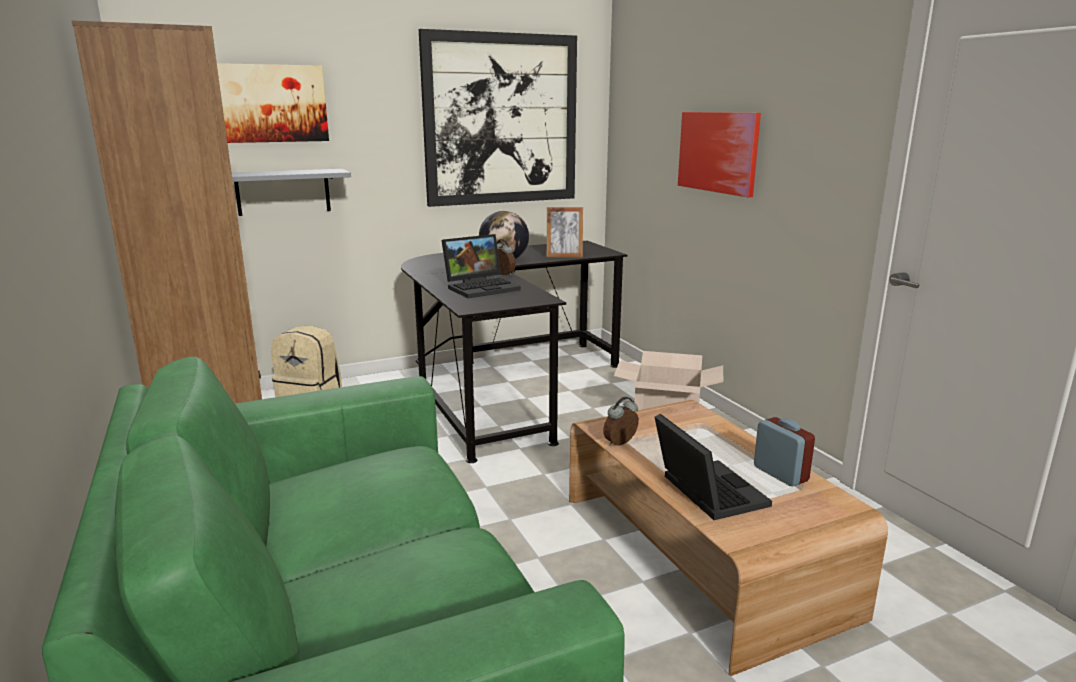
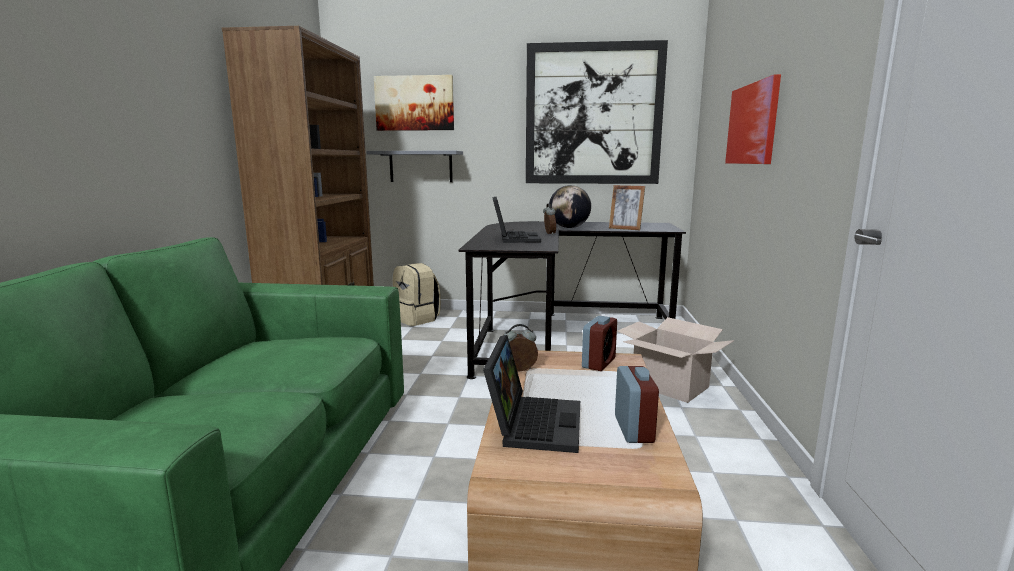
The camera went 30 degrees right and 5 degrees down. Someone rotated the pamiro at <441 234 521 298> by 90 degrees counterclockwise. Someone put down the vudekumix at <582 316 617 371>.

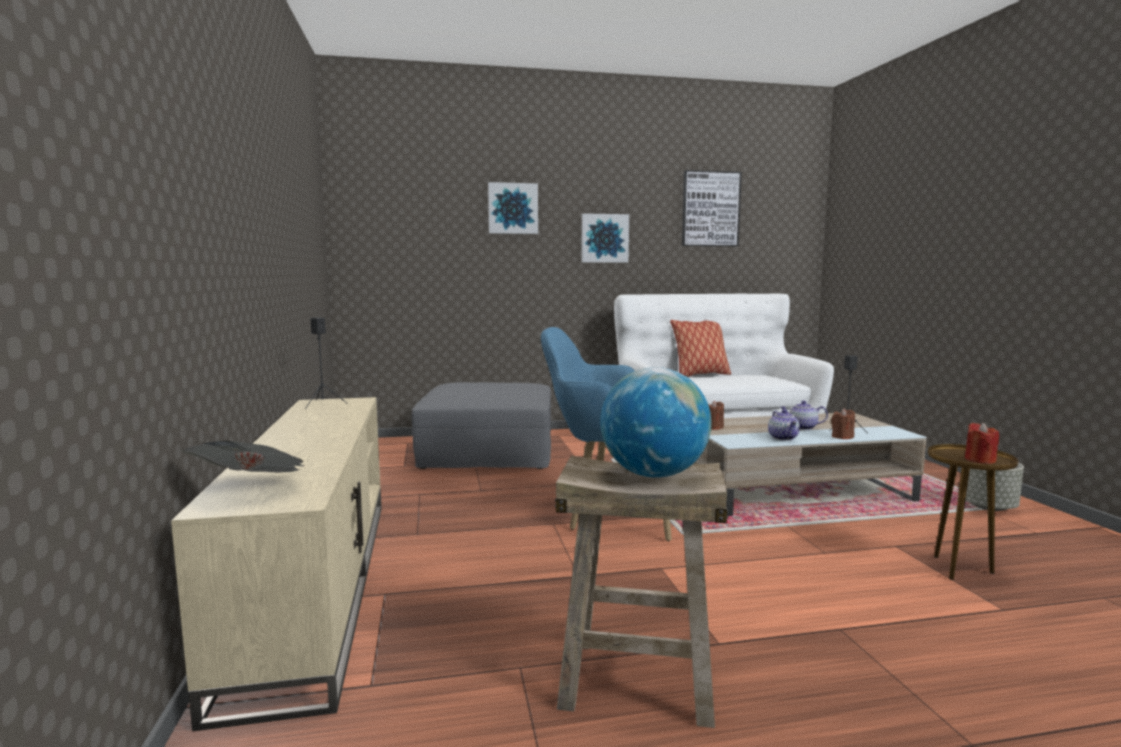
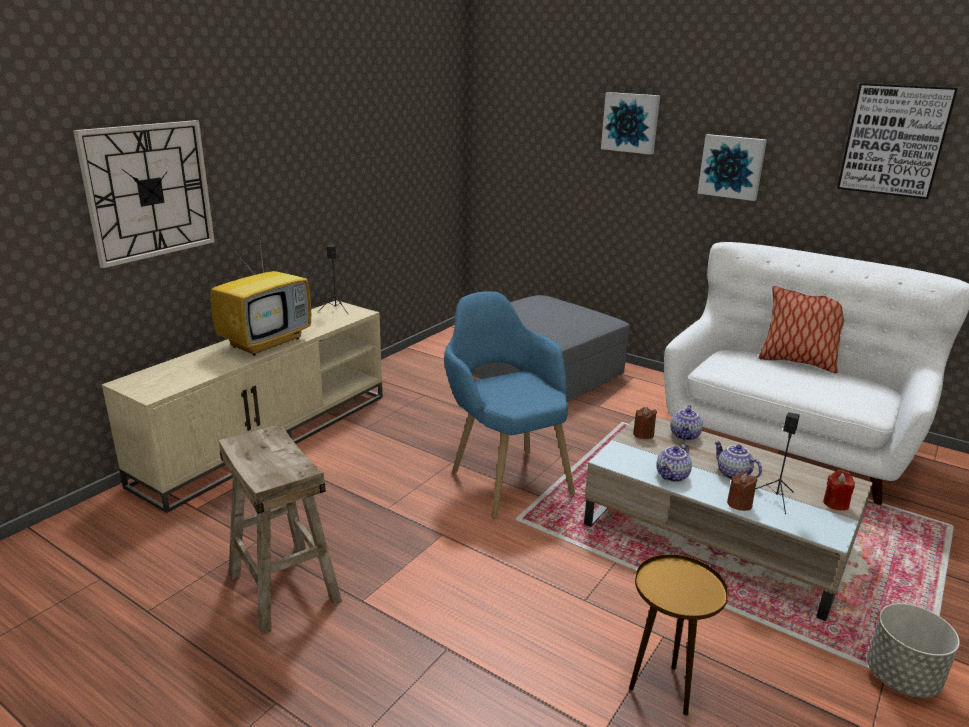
The camera went 45 degrees right and 15 degrees up. Someone took away the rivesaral at <181 441 305 472>. Someone took away the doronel at <600 367 712 478>. Someone carried the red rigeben from <965 423 999 464> to <823 470 855 510>. Someone put up the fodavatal at <73 120 215 268>. Someone put down the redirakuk at <210 225 311 356>. Someone put down the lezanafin at <670 405 703 441>.

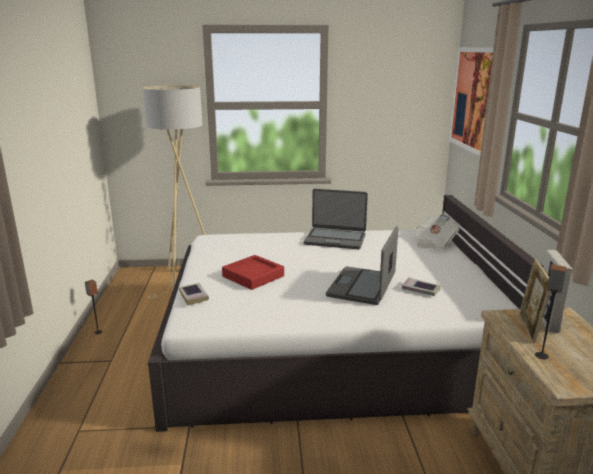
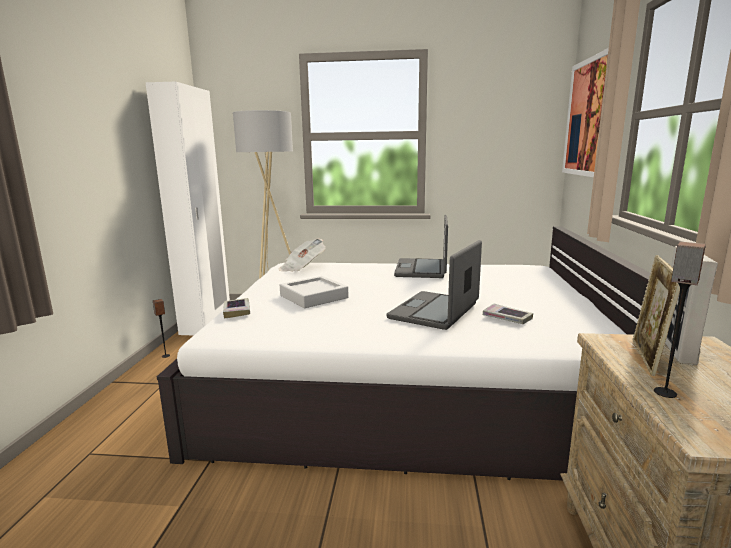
The camera went 10 degrees right and 5 degrees down. Someone repainted the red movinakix at <222 255 284 290>, which became the grey movinakix at <280 276 348 308>. Someone rotated the pamiro at <303 189 368 249> by 75 degrees clockwise. Someone carried the rivesaral from <416 214 459 249> to <279 238 326 272>. Someone put down the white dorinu at <145 82 230 335>.

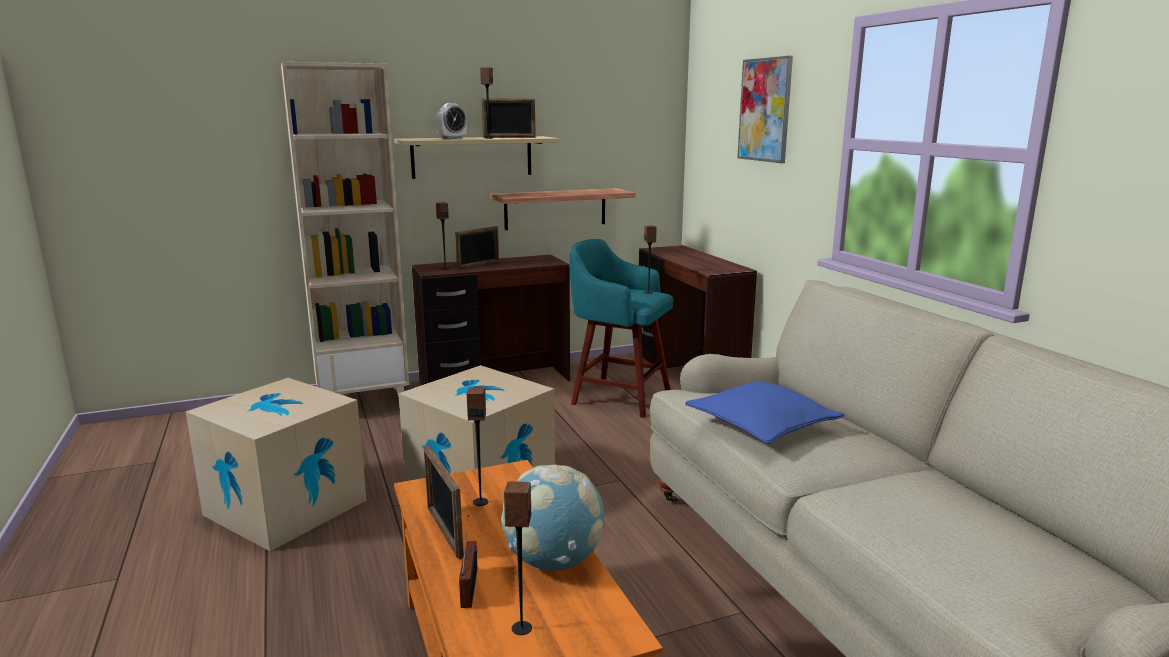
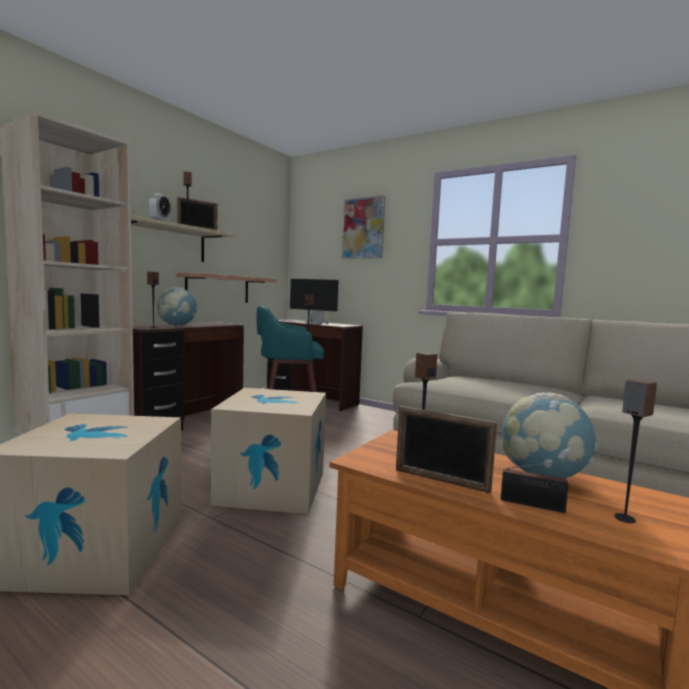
The camera went 35 degrees left and 10 degrees down. Someone swapped the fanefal at <455 226 499 270> for the doronel at <157 287 197 326>. Someone rotated the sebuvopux at <459 515 477 608> by 150 degrees clockwise. Someone took away the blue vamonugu at <685 381 845 444>. Someone put down the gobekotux at <286 279 339 324>.

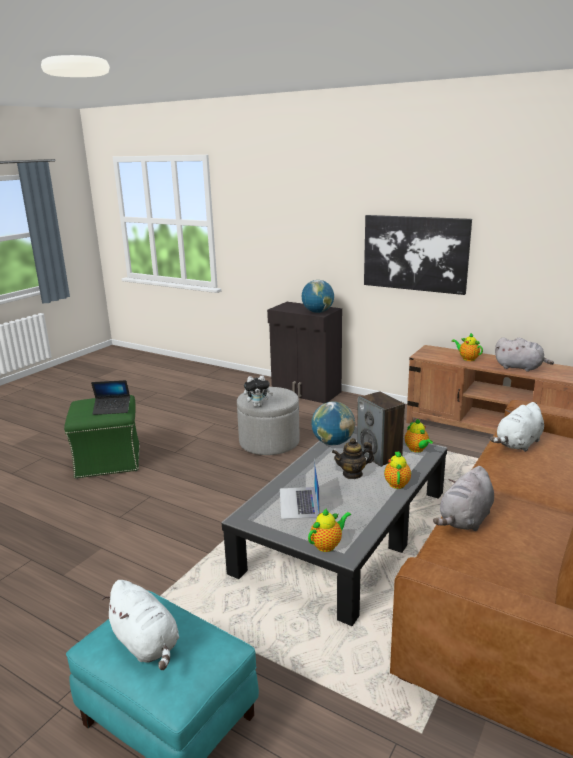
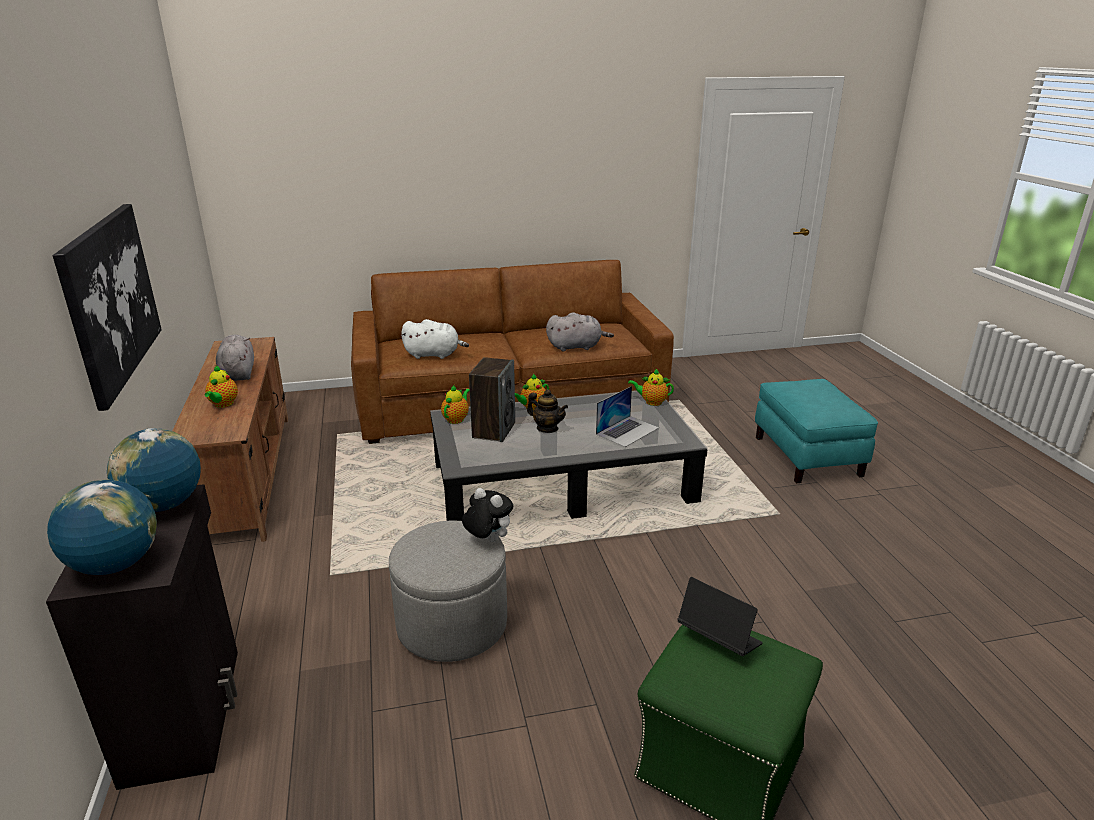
The camera went 135 degrees left and 5 degrees up. Someone took away the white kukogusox at <102 580 179 670>. Someone carried the doronel from <311 401 355 445> to <47 480 157 575>.

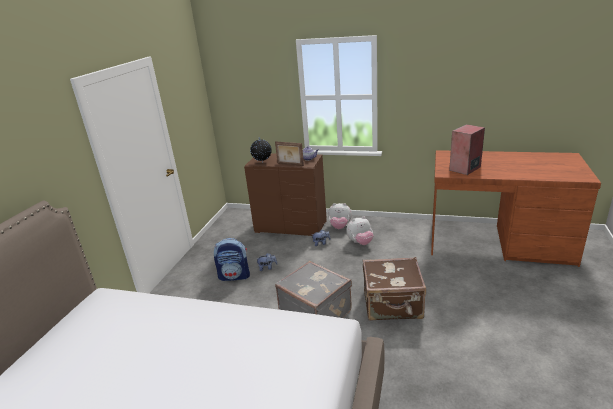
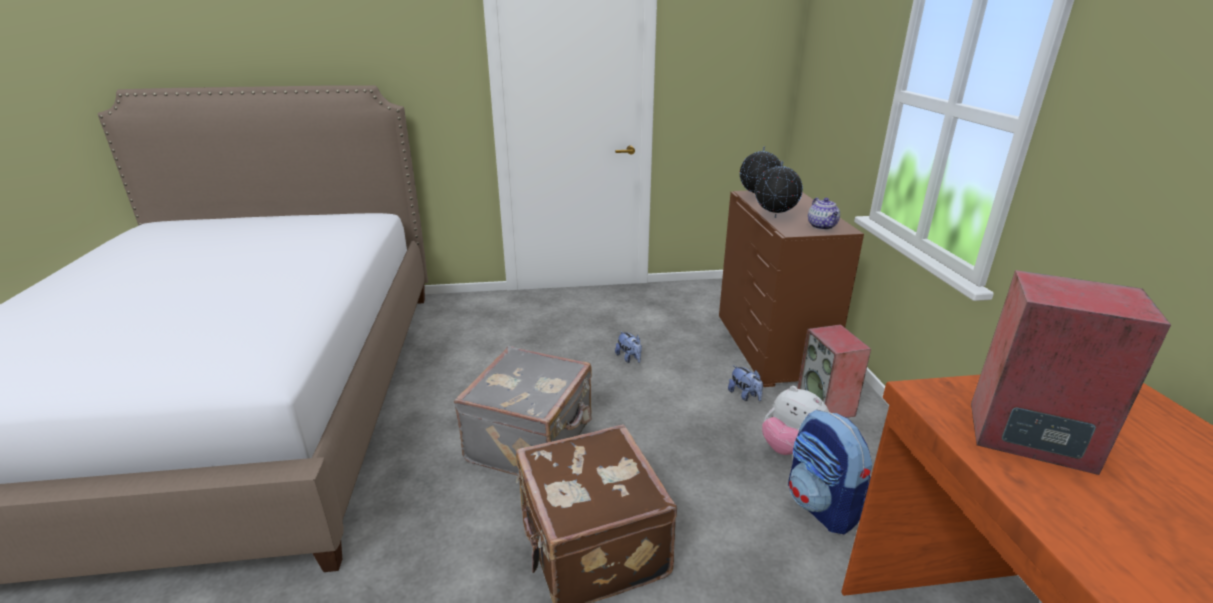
The camera went 65 degrees right and 0 degrees up. Someone carried the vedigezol from <214 238 250 281> to <788 409 872 534>. Someone swapped the fanefal at <275 141 304 166> for the doronel at <755 161 803 218>. Someone swapped the kukogusox at <328 203 352 229> for the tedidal at <797 324 871 418>.

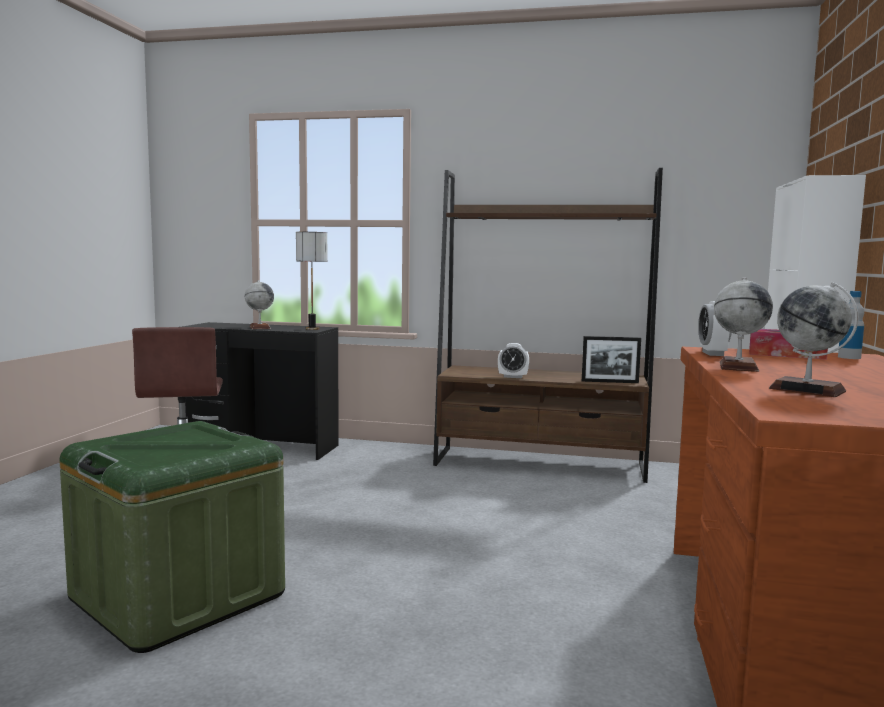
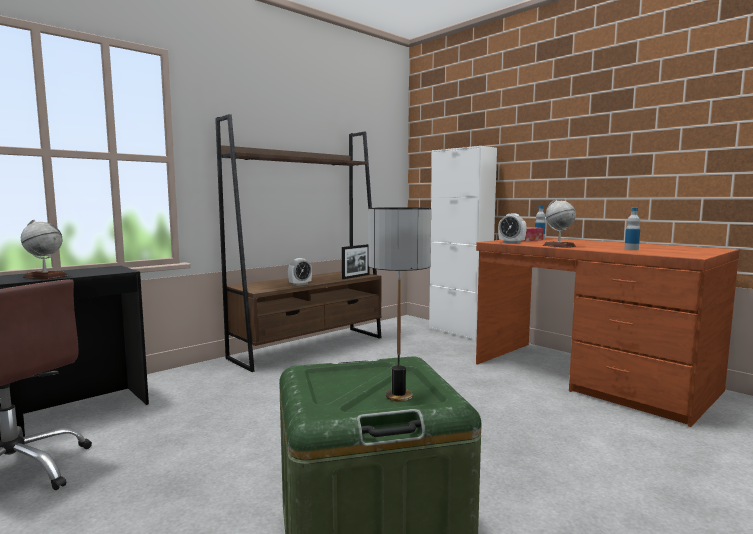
The camera went 55 degrees left and 0 degrees up. Someone carried the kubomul from <296 232 327 330> to <368 207 431 402>. Someone swapped the doronel at <769 282 859 397> for the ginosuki at <625 207 640 250>.

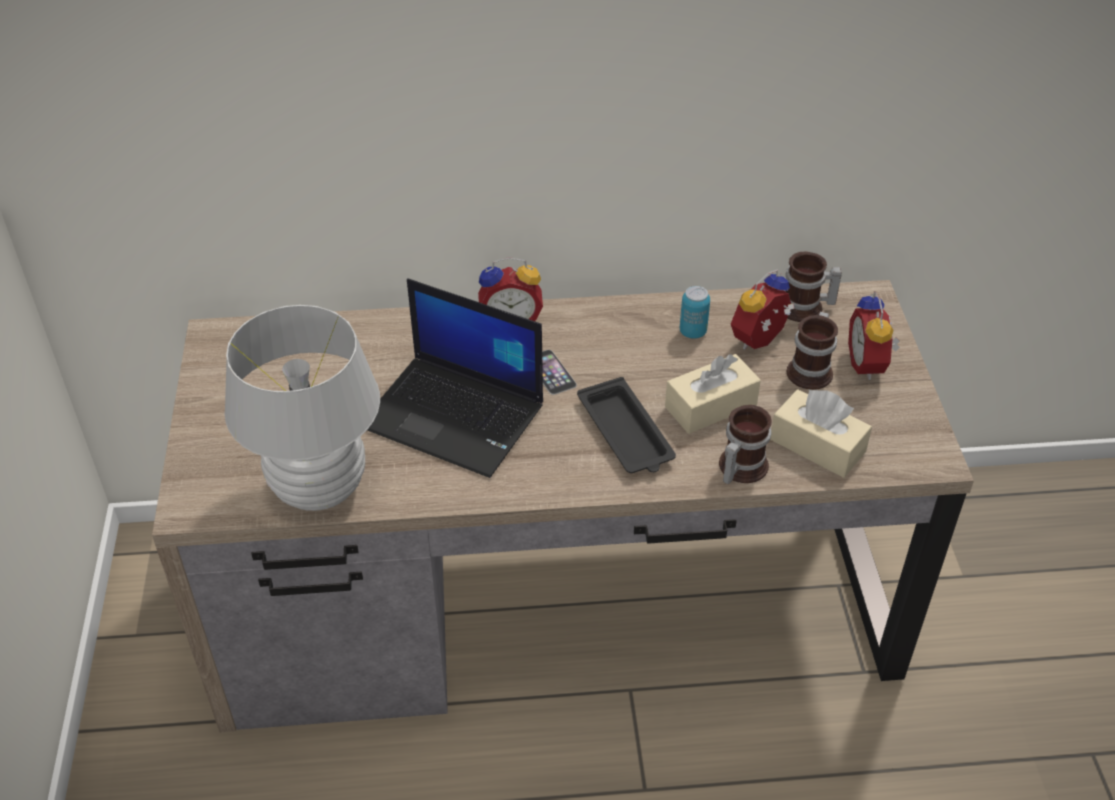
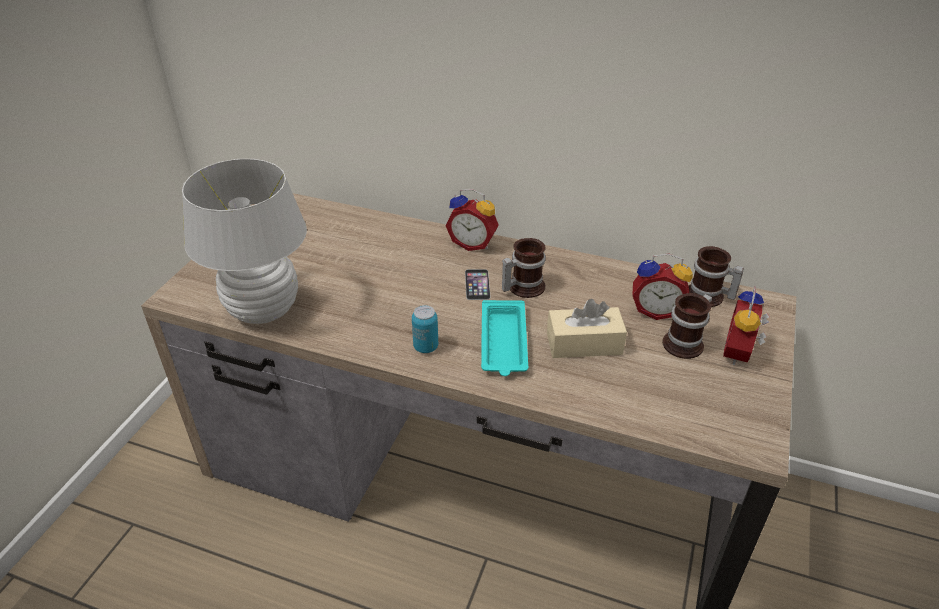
The camera went 25 degrees right and 5 degrees down. Someone took away the pamiro at <367 278 543 478>. Someone repainted the black movinakix at <577 377 676 473>, which became the turquoise movinakix at <481 300 528 376>. Someone carried the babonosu from <680 286 710 339> to <412 305 438 353>. Someone carried the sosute from <719 405 772 484> to <502 238 546 298>. Someone rotated the vudekumix at <731 269 794 350> by 150 degrees counterclockwise. Someone took away the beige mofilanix at <770 389 872 478>.

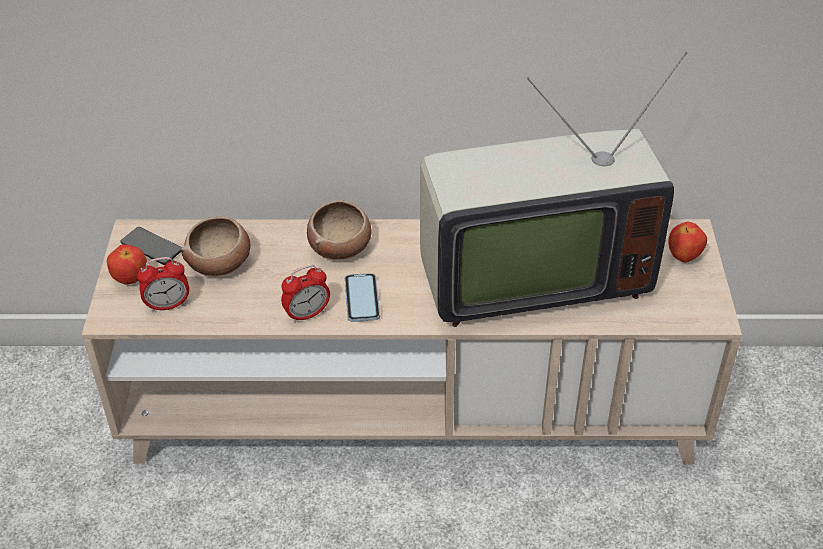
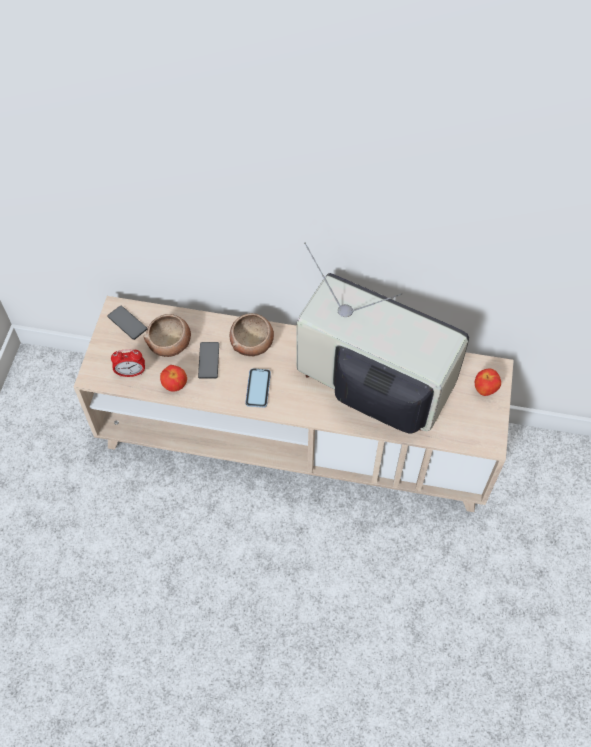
The camera went 10 degrees right and 15 degrees up. Someone carried the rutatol from <107 245 147 284> to <160 365 187 392>. Someone took away the vudekumix at <281 265 330 323>. Someone rotated the redirakuk at <420 52 687 327> by 150 degrees counterclockwise. Someone put down the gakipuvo at <198 342 219 379>.

